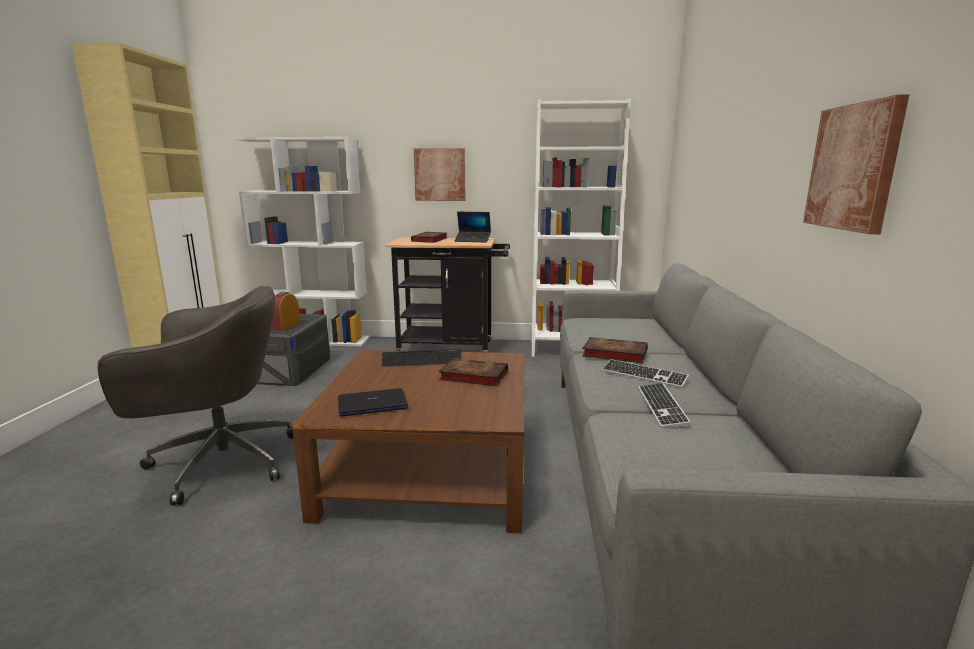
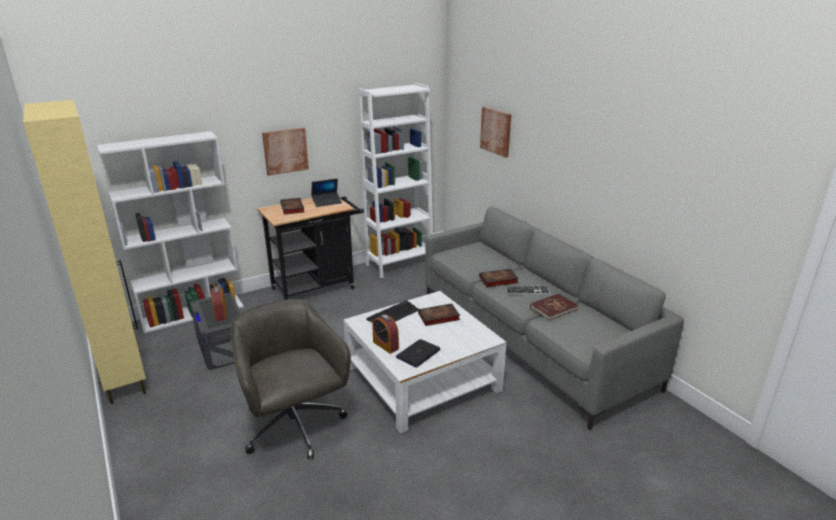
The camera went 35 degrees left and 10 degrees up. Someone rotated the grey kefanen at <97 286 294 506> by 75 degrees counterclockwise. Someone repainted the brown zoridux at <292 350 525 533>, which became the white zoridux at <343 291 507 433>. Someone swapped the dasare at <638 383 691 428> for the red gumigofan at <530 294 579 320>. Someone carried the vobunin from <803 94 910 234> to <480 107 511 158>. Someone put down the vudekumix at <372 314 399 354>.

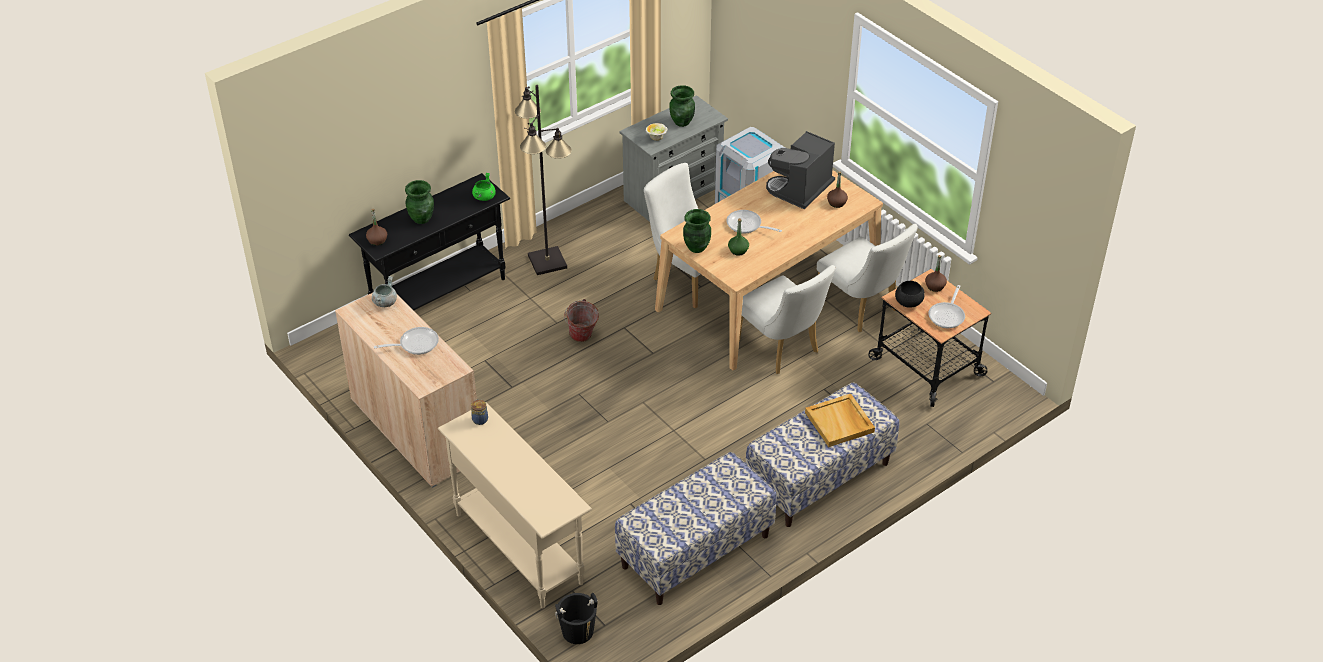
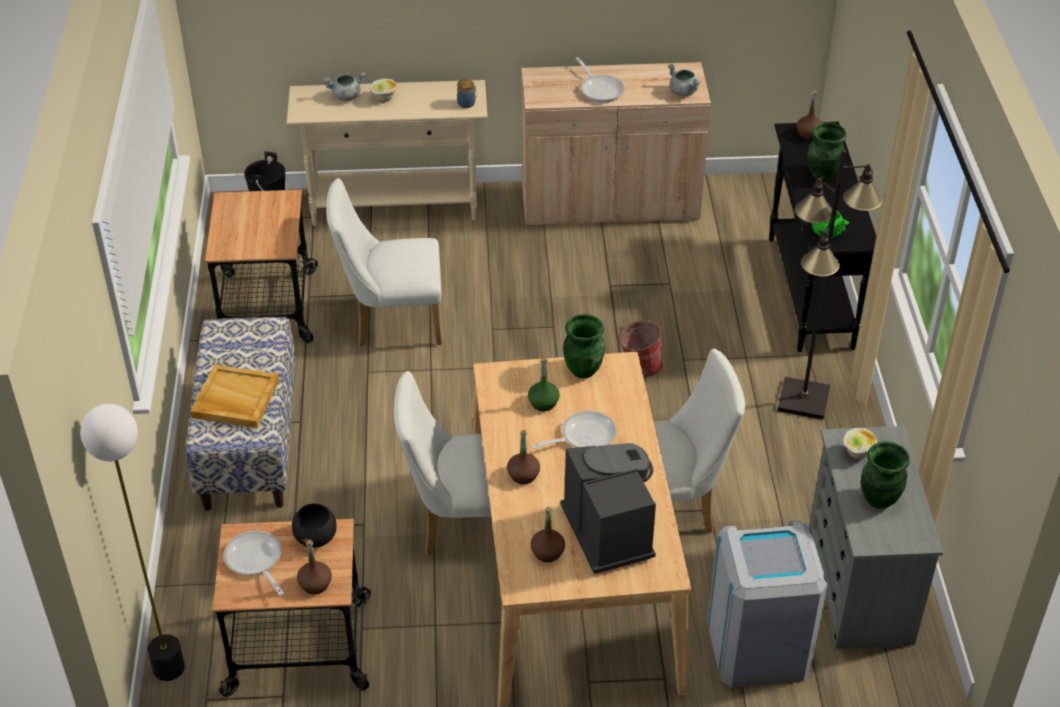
The camera went 125 degrees right and 0 degrees up. Someone rotated the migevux at <374 327 439 355> by 45 degrees counterclockwise. Someone swapped the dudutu at <615 452 777 605> for the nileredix at <205 190 318 343>. Someone carried the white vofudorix from <817 224 918 332> to <326 178 442 346>. Someone put down the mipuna at <80 404 185 681>. Someone put down the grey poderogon at <323 72 366 101>. Someone put down the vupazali at <369 79 397 102>. Someone put down the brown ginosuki at <507 430 540 484>.

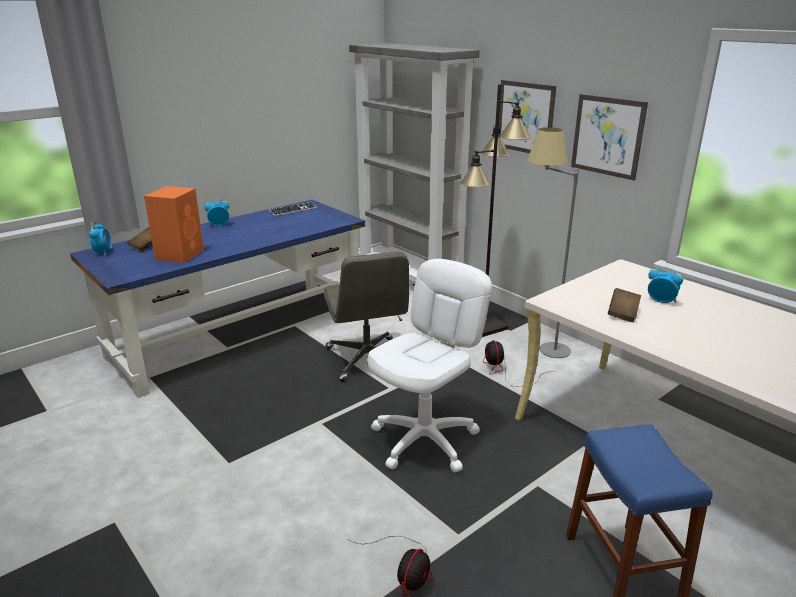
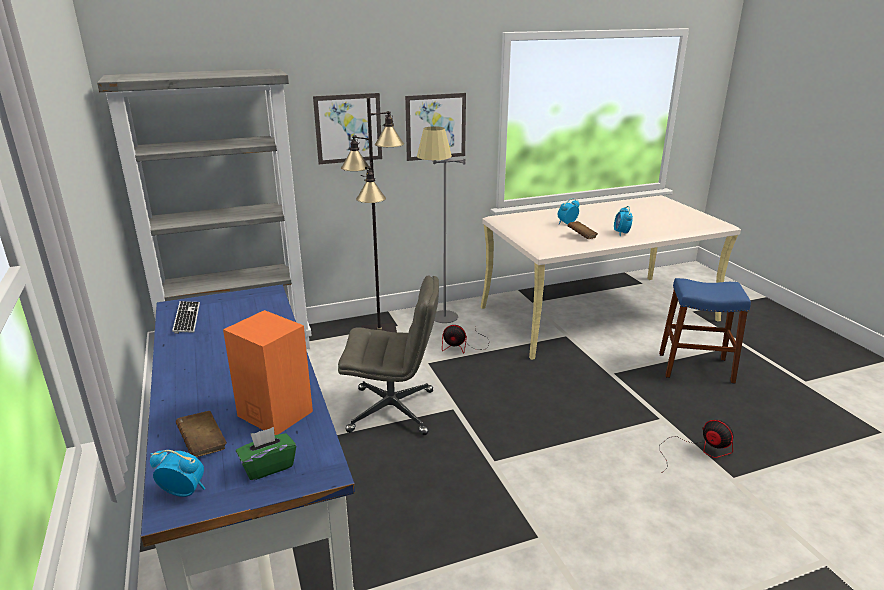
The camera went 70 degrees left and 0 degrees up. Someone carried the vudekumix from <204 198 229 226> to <614 206 633 236>. Someone took away the white kefanen at <367 259 492 472>. Someone put down the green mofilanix at <236 427 296 481>.

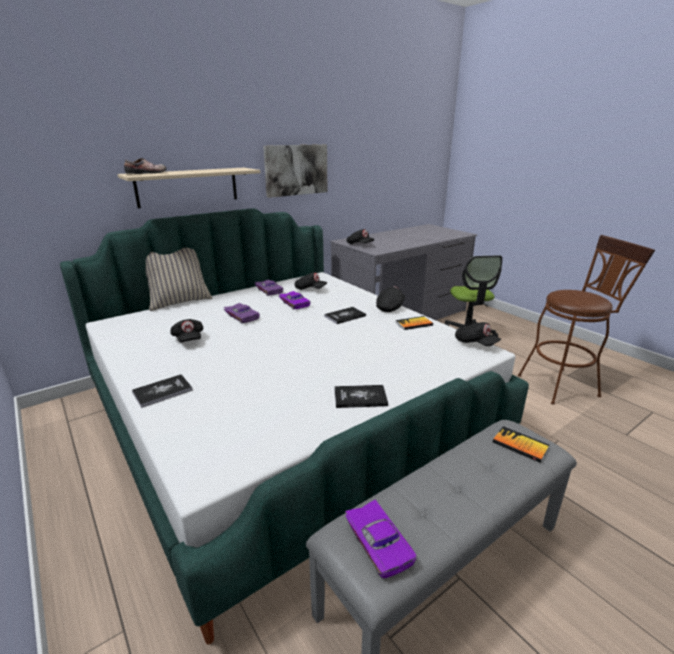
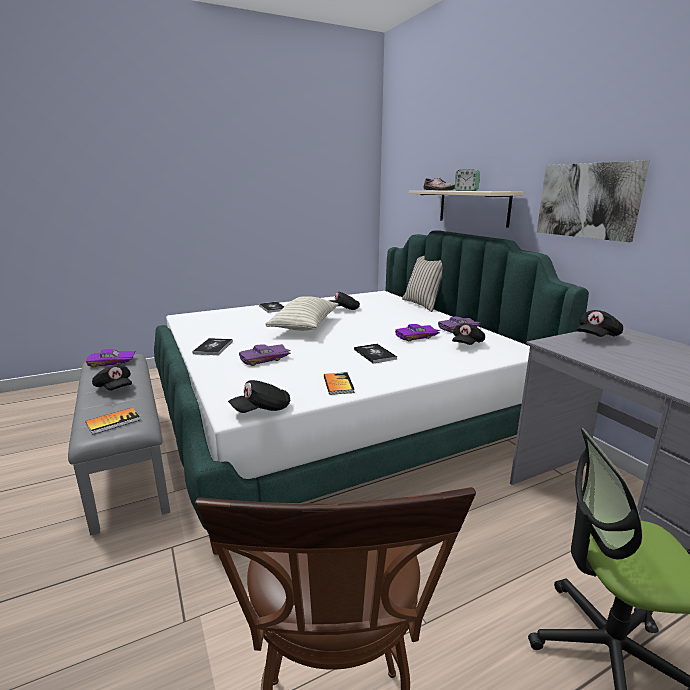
The camera went 100 degrees right and 5 degrees down. Someone carried the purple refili from <223 303 260 324> to <239 344 291 366>. Someone carried the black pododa from <376 287 405 312> to <92 365 132 390>. Someone put down the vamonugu at <266 296 338 331>. Someone put down the vudekumix at <455 169 480 191>.

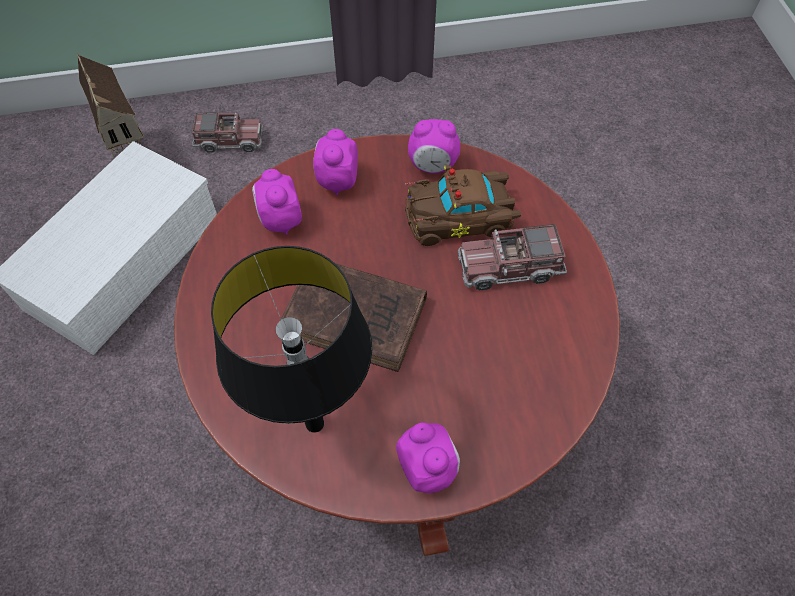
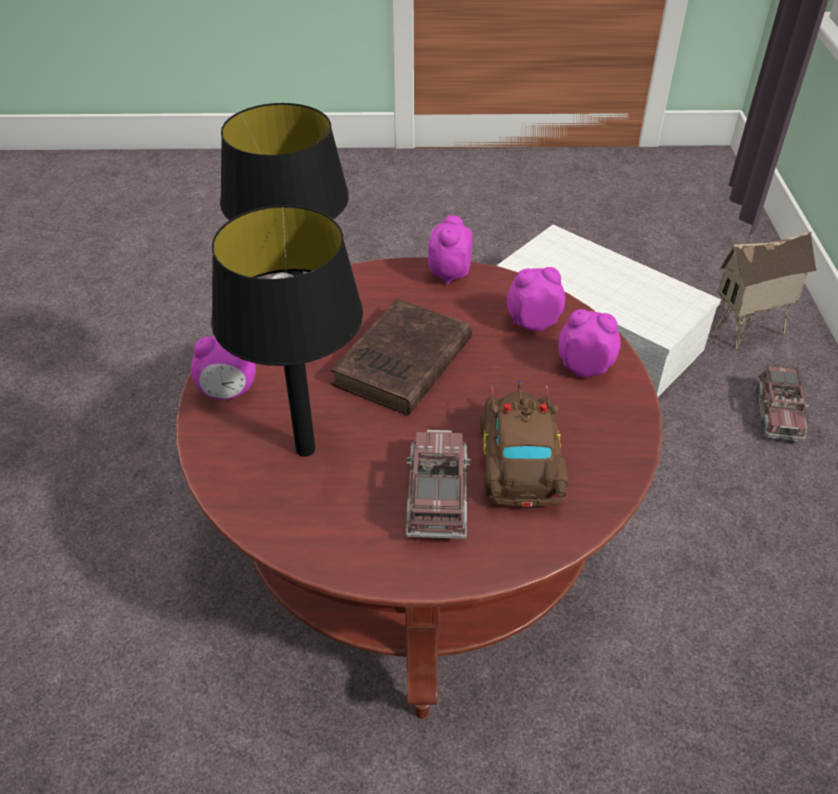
The camera went 100 degrees right and 15 degrees down. Someone carried the vudekumix from <408 119 460 173> to <428 215 473 285>. Someone put down the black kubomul at <211 205 363 457>.

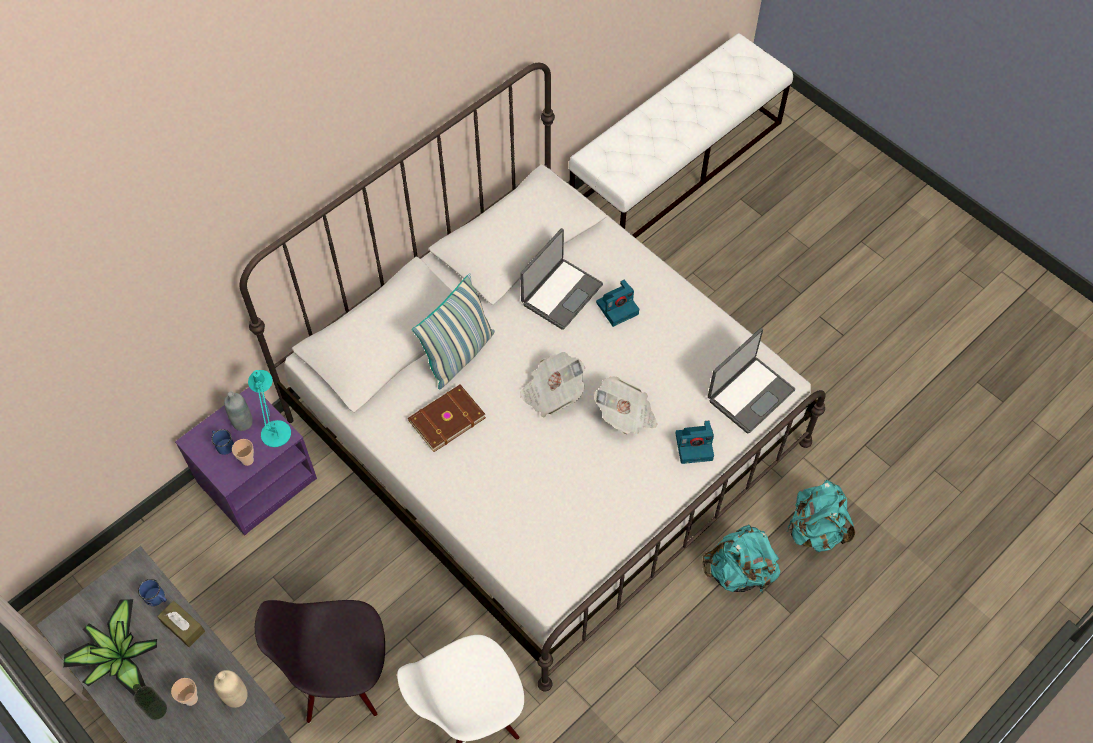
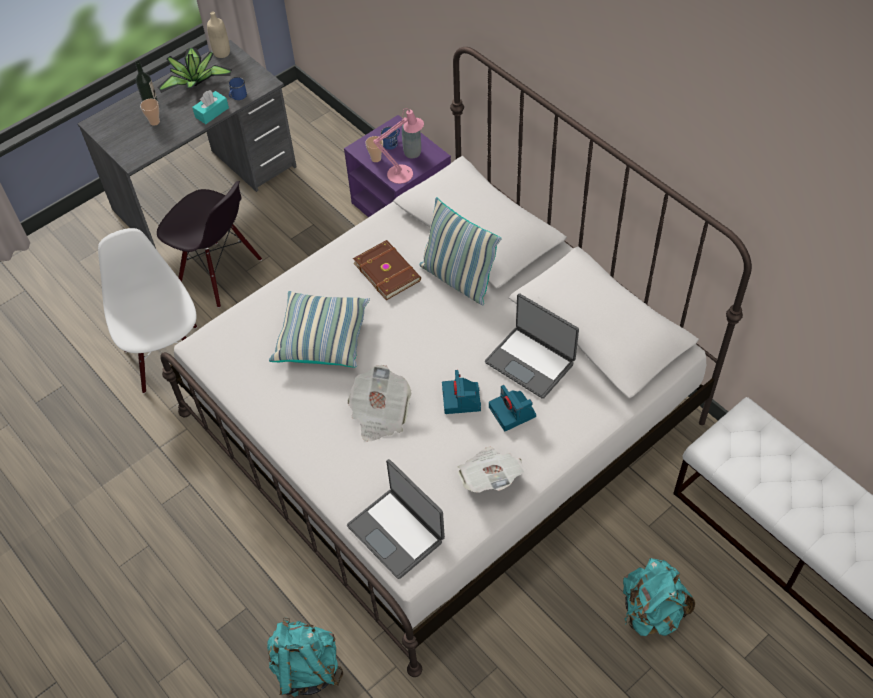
The camera went 95 degrees right and 5 degrees down. Someone repainted the brown mofilanix at <157 601 205 647>, which became the turquoise mofilanix at <192 90 229 124>. Someone carried the beige ginosuki from <214 670 248 708> to <207 11 230 58>. Someone repainted the turquoise kubomul at <248 370 291 447>, which became the pink kubomul at <373 108 424 184>. Someone rotated the black vofudorix at <255 600 385 723> by 120 degrees clockwise. Someone carried the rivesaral from <520 352 585 418> to <457 447 524 493>. Someone carried the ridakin from <675 421 714 464> to <442 370 481 414>. Someone carried the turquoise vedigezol from <703 525 781 593> to <623 558 695 636>. Someone put down the vamonugu at <269 291 370 367>.

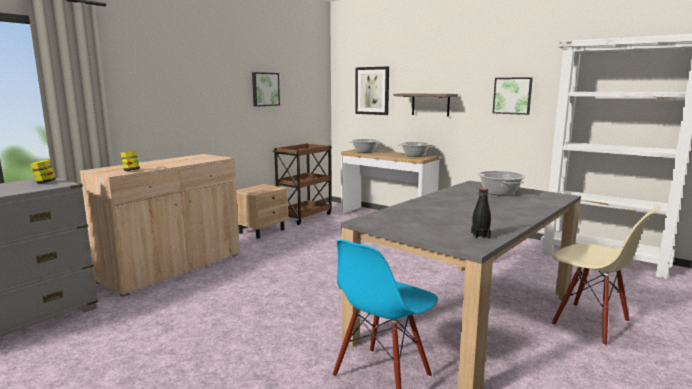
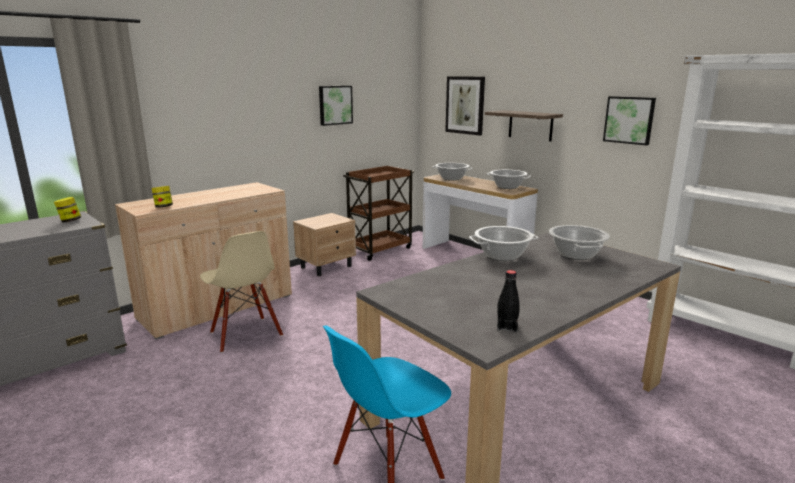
The camera went 10 degrees right and 5 degrees up. Someone carried the beige vofudorix from <551 207 661 346> to <200 231 283 353>. Someone put down the poderogon at <469 226 539 261>.

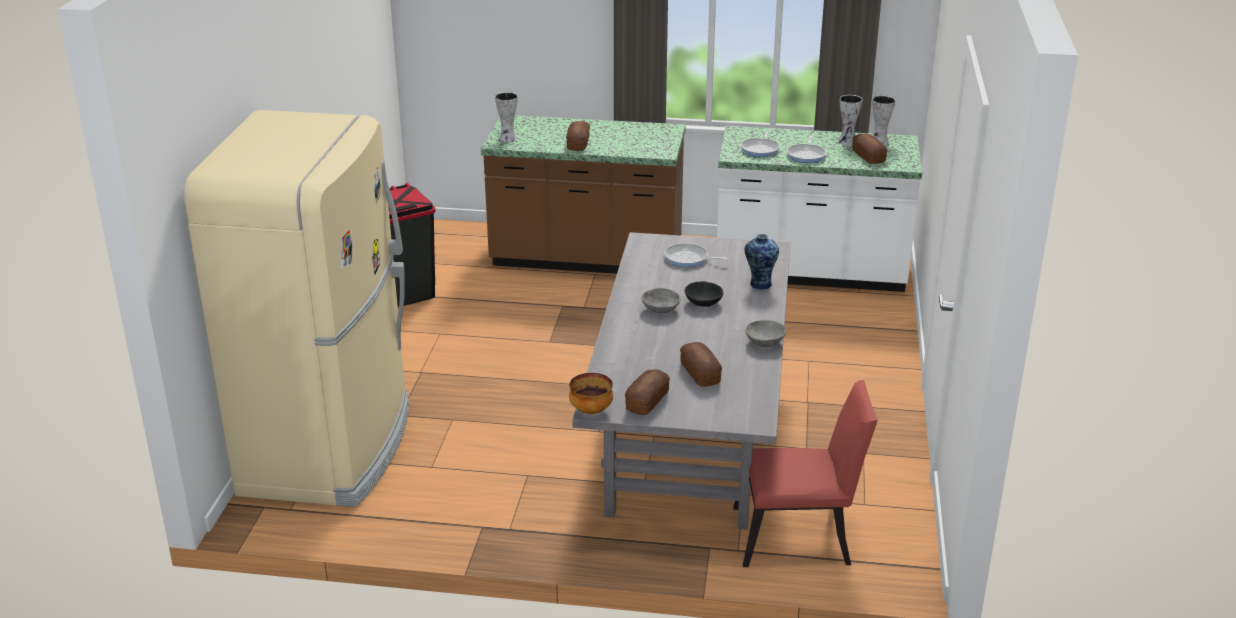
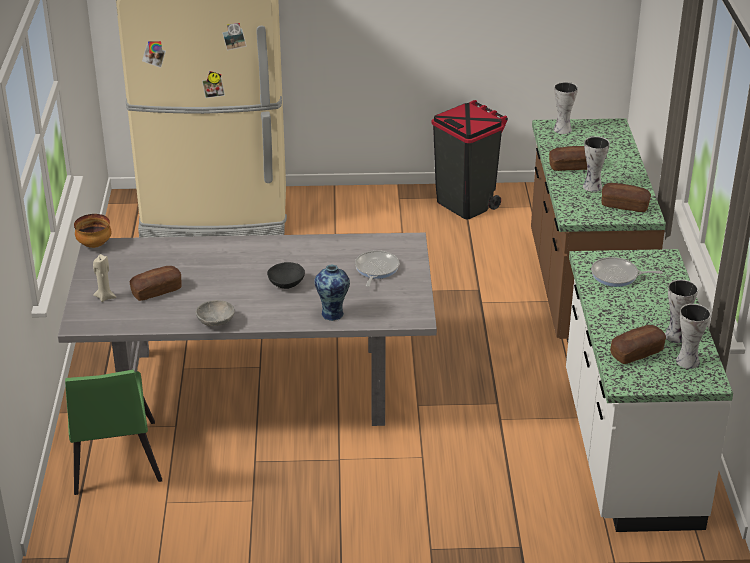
The camera went 80 degrees right and 5 degrees up. Someone carried the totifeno from <625 369 670 415> to <602 183 651 212>. Someone took away the grey vupazali at <641 288 681 313>. Someone repainted the red vofudorix at <733 380 878 567>, which became the green vofudorix at <65 370 162 495>. Someone took away the migevux at <787 135 826 163>. Someone put down the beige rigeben at <93 254 116 302>. Someone put down the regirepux at <583 136 610 192>.

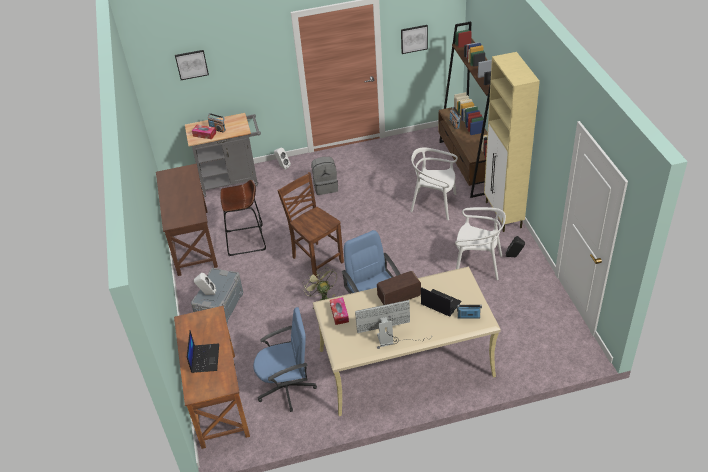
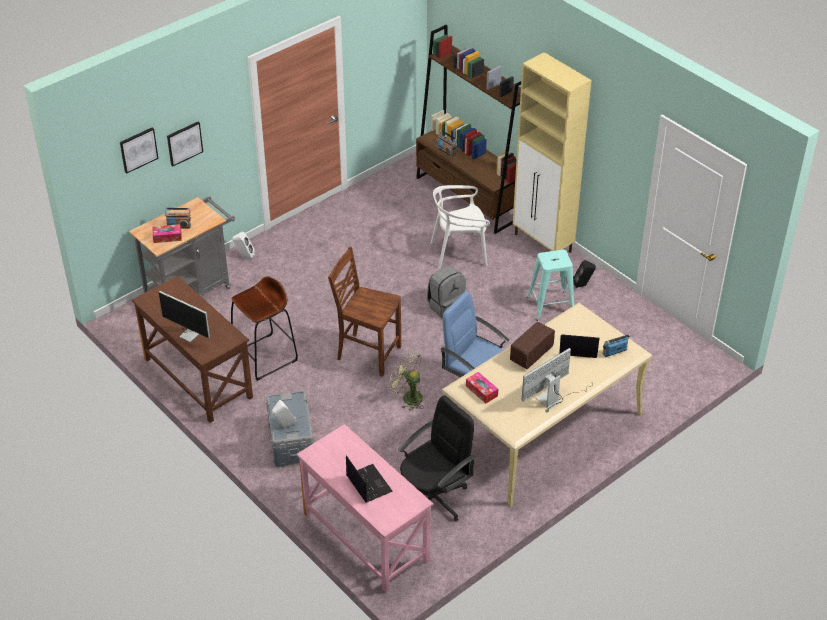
The camera went 30 degrees left and 0 degrees up. Someone repainted the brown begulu at <174 306 250 449>, which became the pink begulu at <296 424 433 593>. Someone repainted the blue kefanen at <253 307 317 412>, which became the black kefanen at <398 395 476 524>. Someone carried the grey vedigezol from <311 157 338 195> to <427 266 466 319>. Someone carried the vobunin from <401 25 428 54> to <167 122 203 166>. Someone swapped the white vofudorix at <455 207 506 280> for the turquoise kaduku at <527 249 574 321>. Someone put down the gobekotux at <159 291 210 342>.

